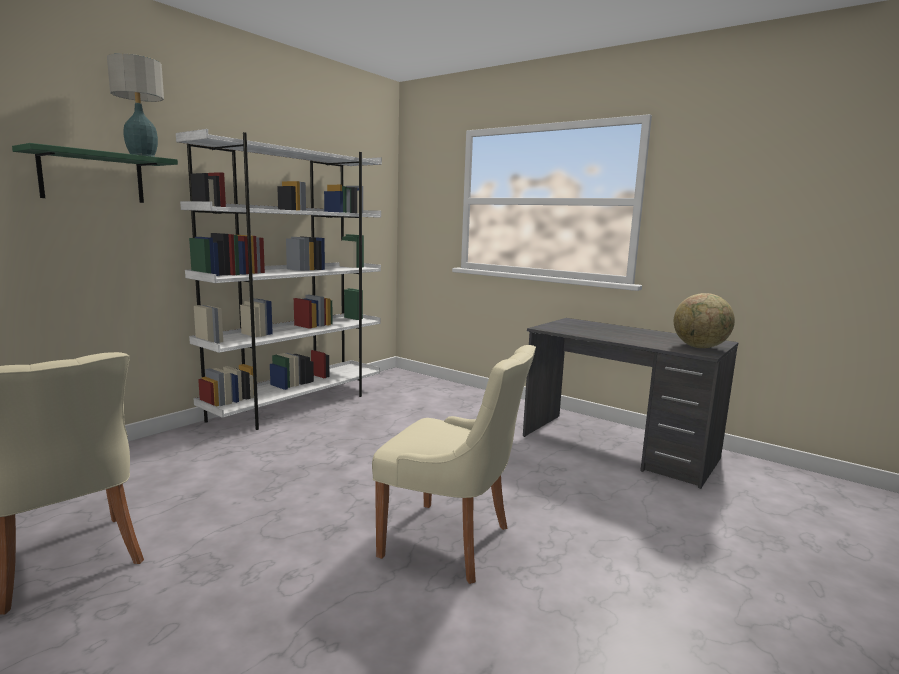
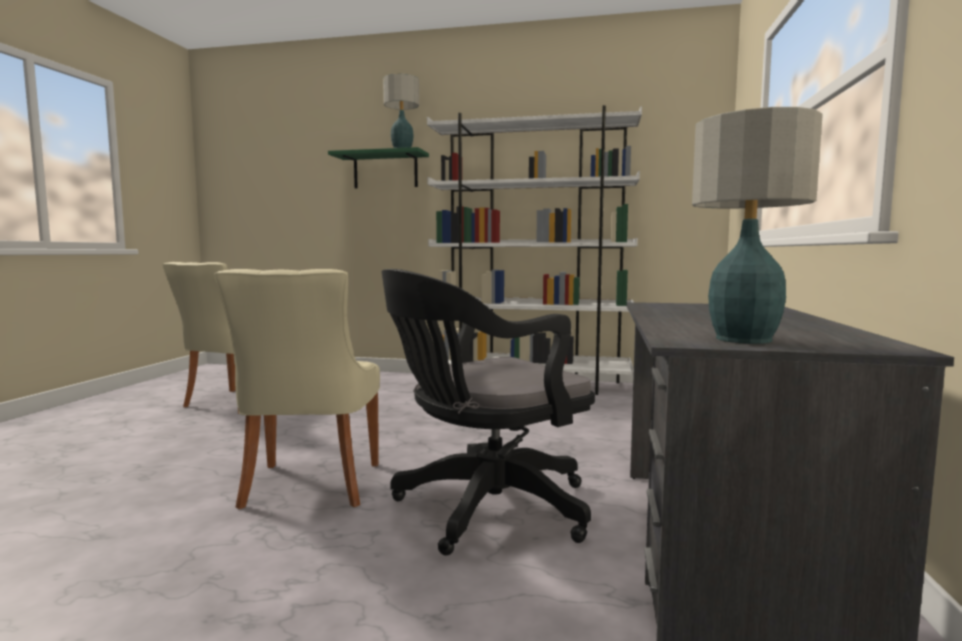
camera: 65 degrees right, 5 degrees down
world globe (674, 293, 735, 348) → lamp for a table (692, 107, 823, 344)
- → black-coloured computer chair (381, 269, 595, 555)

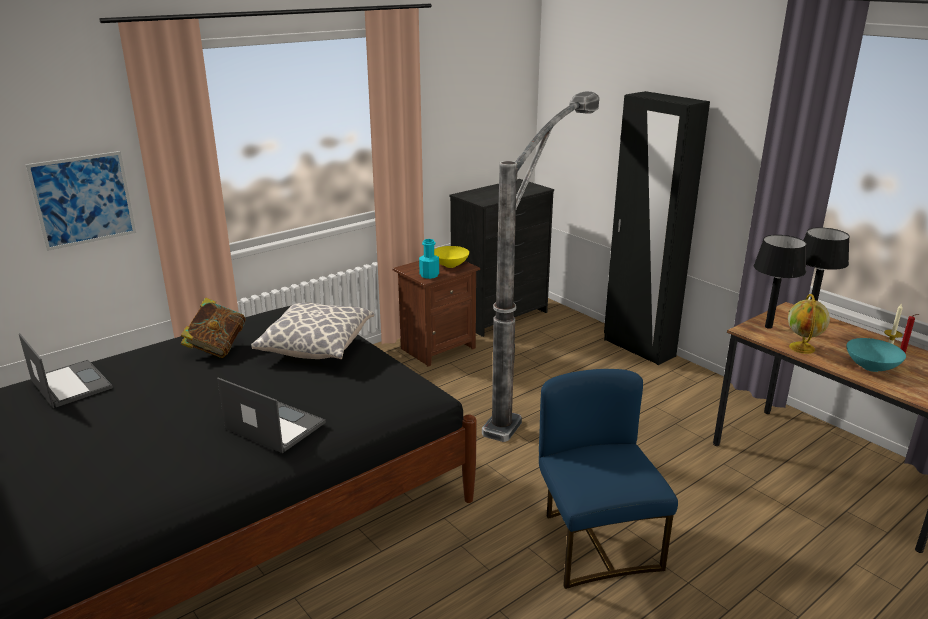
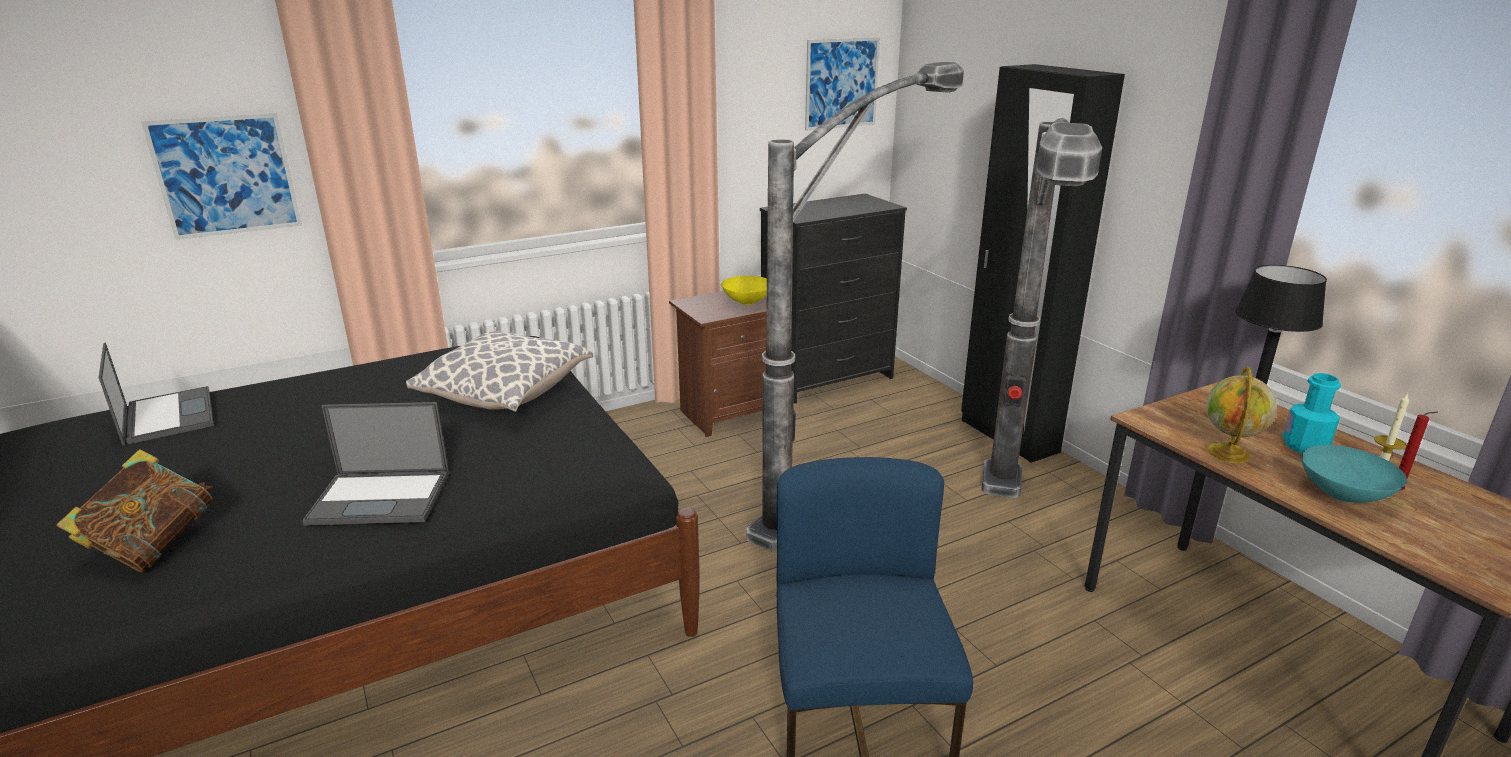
camera: 10 degrees right, 0 degrees up
black-coloured lamp for a table (754, 235, 806, 329) → -
blue-green drink bottle (419, 239, 439, 279) → blue-green drink bottle (1282, 373, 1341, 453), shifted
volume (181, 298, 246, 358) → volume (57, 449, 213, 573), shifted
portable computer (217, 378, 326, 453) → portable computer (302, 402, 449, 526), 135 degrees clockwise
- → wall art (805, 37, 880, 131)
- → floor lamp (982, 118, 1102, 498)

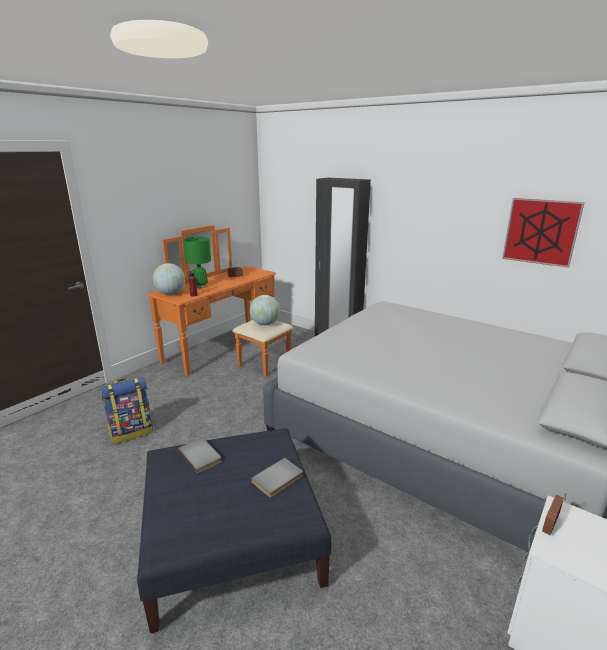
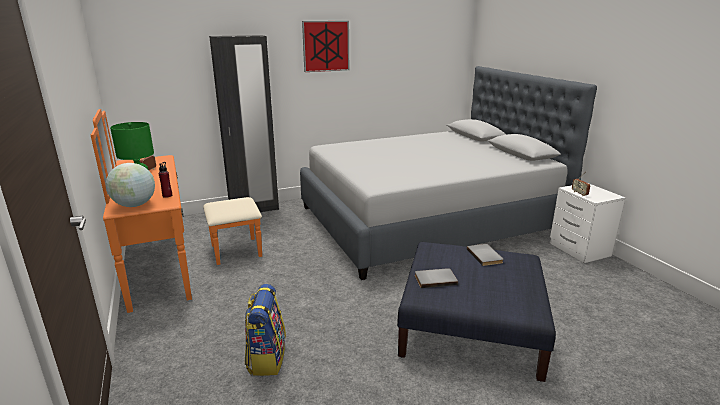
camera: 60 degrees left, 0 degrees up
wall art (502, 198, 585, 268) → wall art (302, 21, 349, 72), shifted
world globe (250, 295, 280, 325) → -

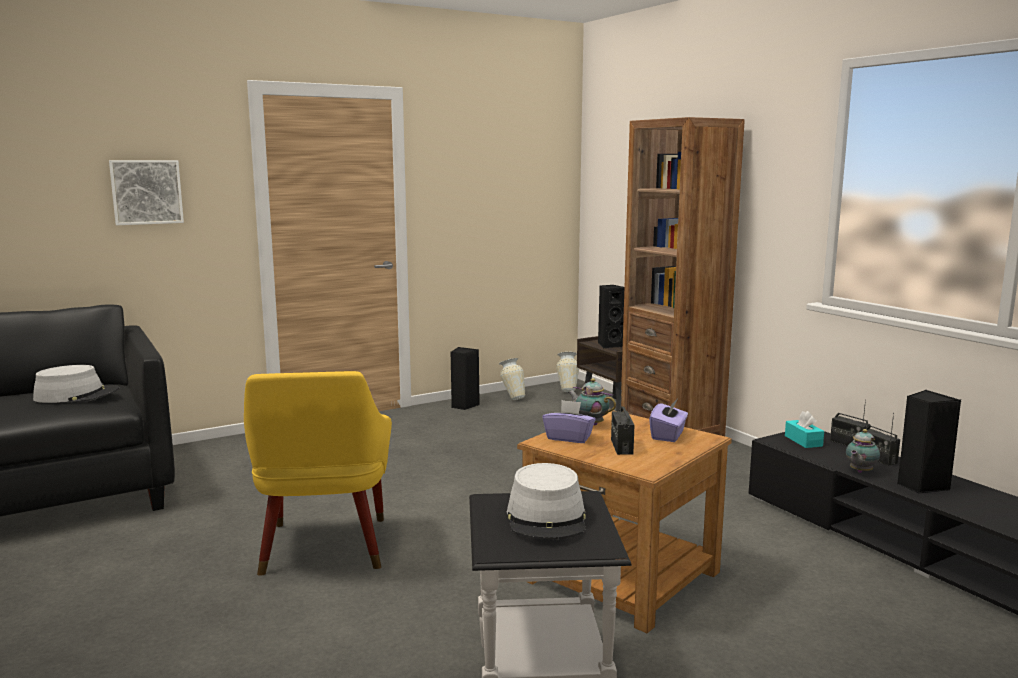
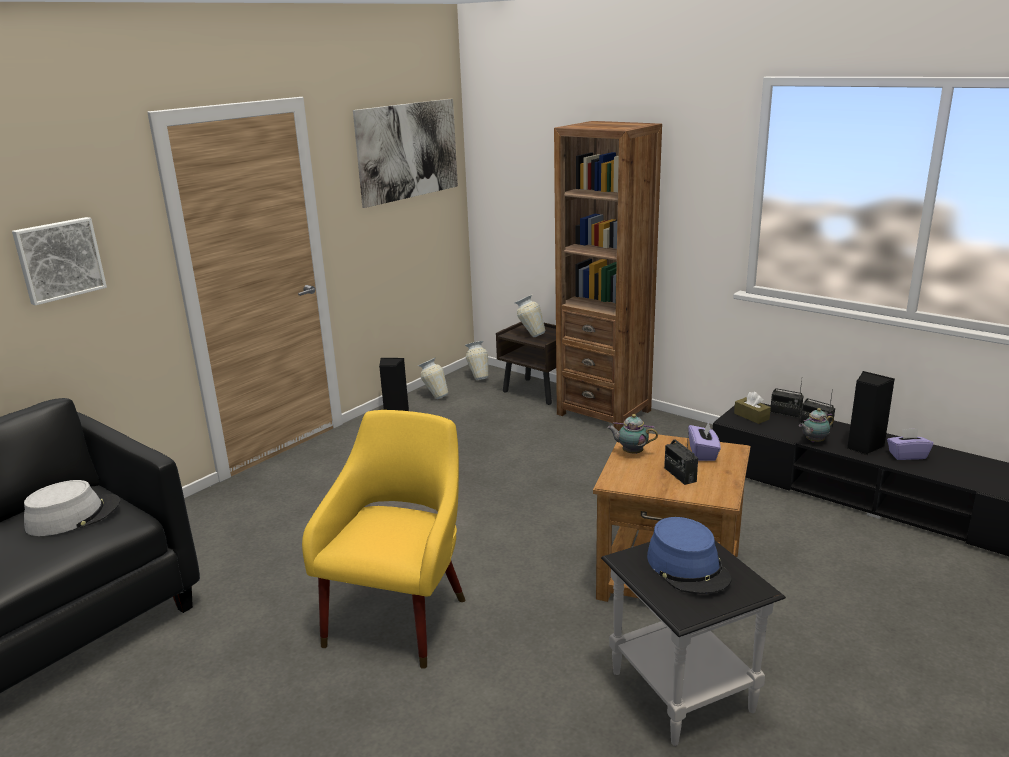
camera: 20 degrees left, 10 degrees up
black-coloured speaker (598, 285, 624, 348) → vase (515, 295, 545, 337)
yellow easy chair (244, 371, 392, 576) → yellow easy chair (302, 410, 466, 669), 135 degrees counterclockwise
purplish tissue box (542, 400, 596, 443) → purplish tissue box (887, 428, 933, 460), shifted
blue-green tissue box (785, 411, 824, 448) → brown-coloured tissue box (734, 392, 771, 424)
tea pot (846, 429, 880, 473) → tea pot (799, 408, 834, 442), 45 degrees clockwise
greyish wearable hat (506, 463, 586, 539) → blue-coloured wearable hat (647, 517, 732, 594)
- → wall art (353, 99, 458, 208)

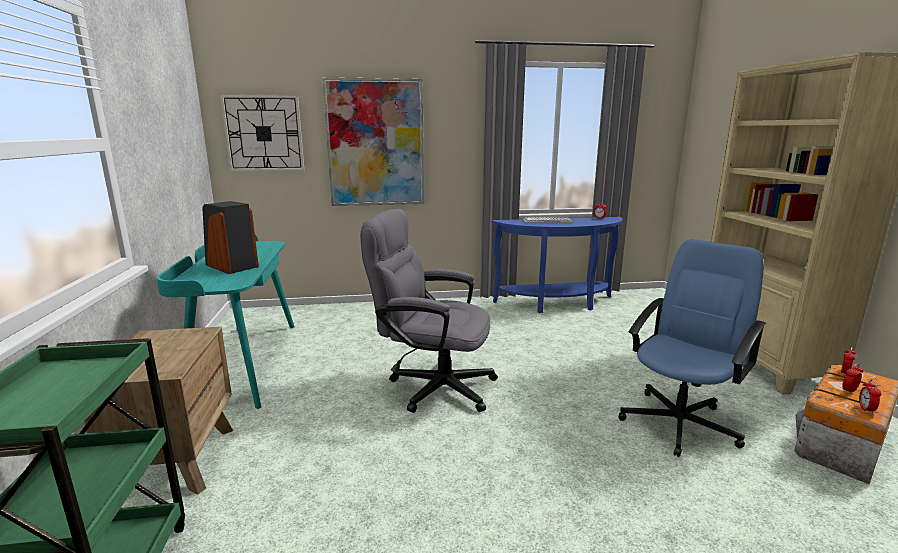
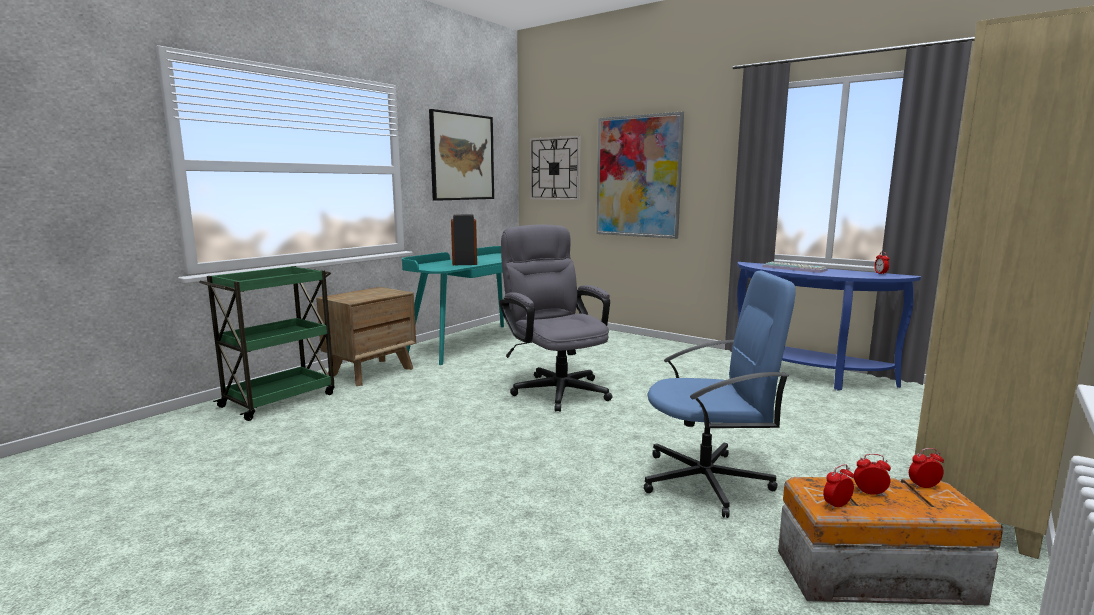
camera: 45 degrees right, 5 degrees down
- → wall art (429, 109, 494, 201)

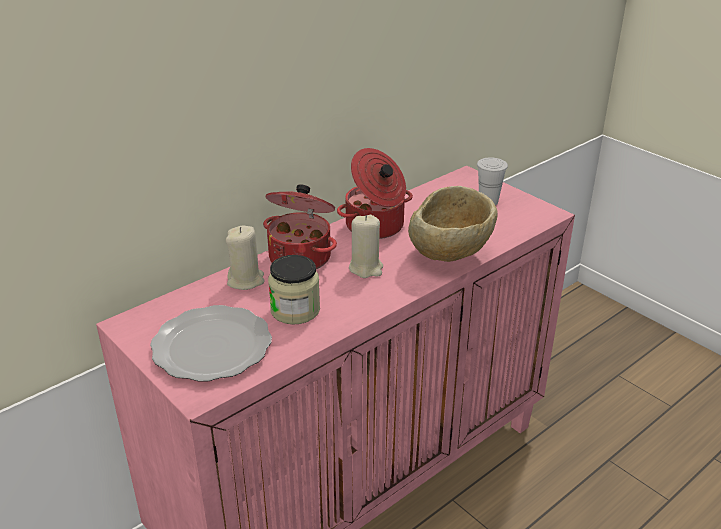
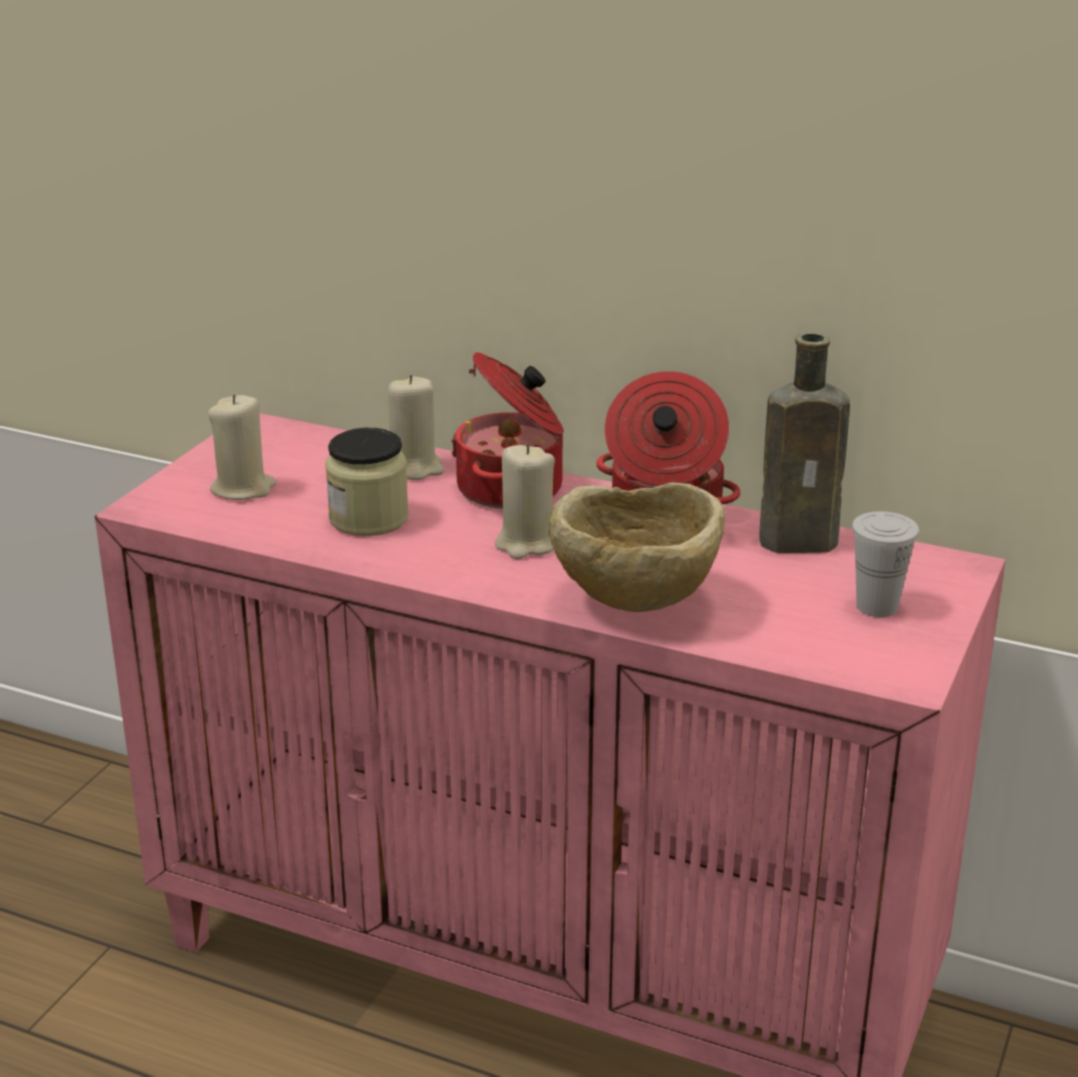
camera: 65 degrees right, 5 degrees down
dinner plate (150, 305, 272, 382) → sand-coloured candle (208, 394, 276, 500)
- → brown-coloured drink bottle (759, 332, 850, 553)

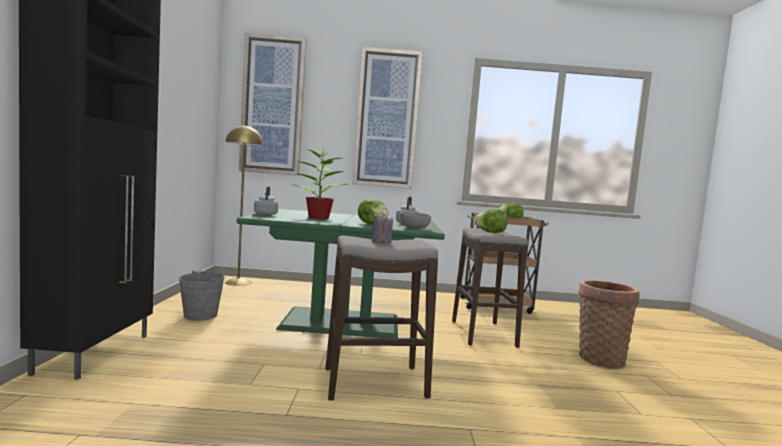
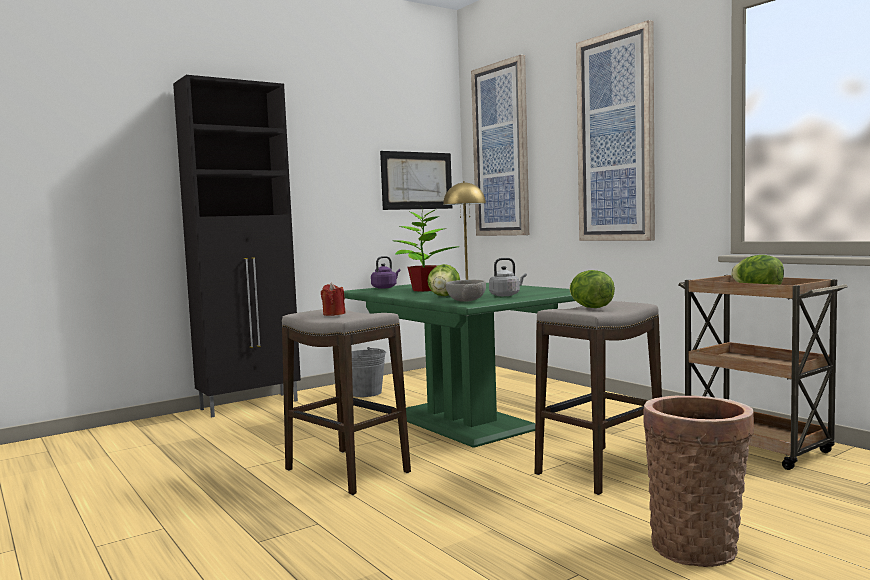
camera: 55 degrees right, 0 degrees up
greyish kettle (254, 186, 278, 216) → purplish kettle (371, 256, 400, 289)
greyish candle (372, 213, 393, 244) → red candle (321, 283, 346, 316)
- → wall art (380, 151, 452, 210)

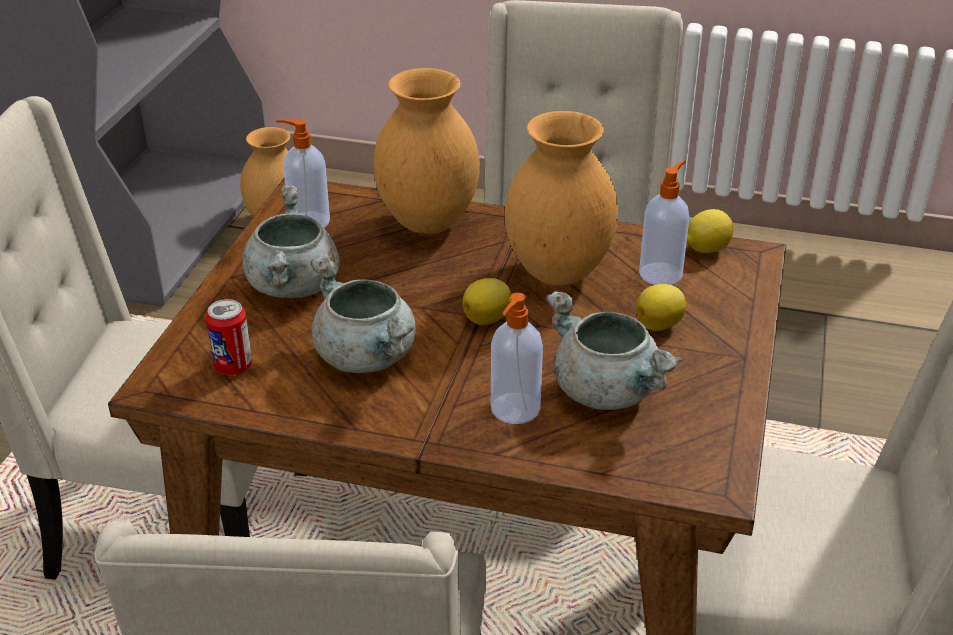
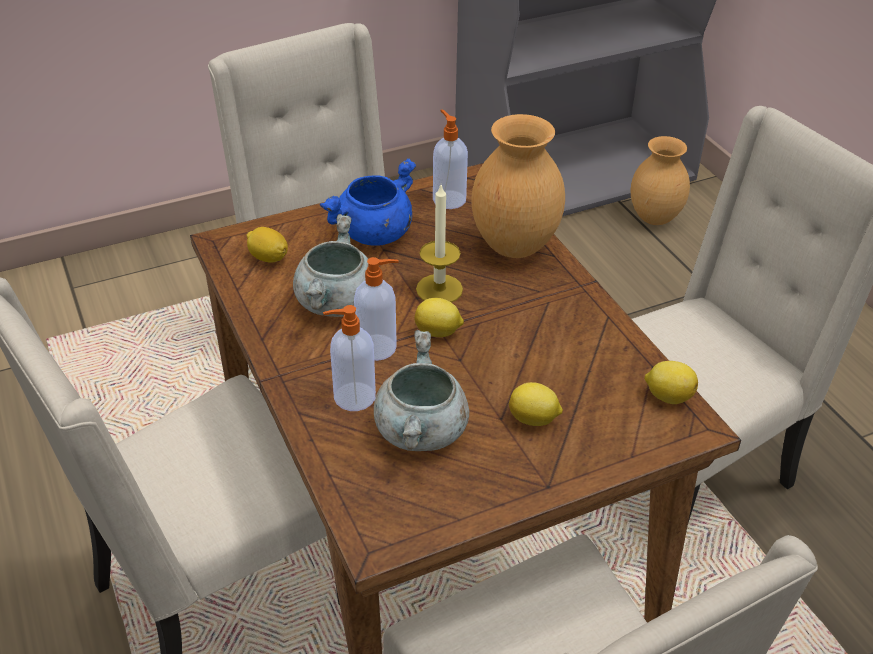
camera: 50 degrees right, 5 degrees up
brown-coloured vase (505, 111, 618, 286) → -
liquid soap bottle (639, 160, 689, 285) → liquid soap bottle (354, 257, 399, 361), shifted
greyish cooking pot (243, 185, 340, 298) → blue-coloured cooking pot (320, 158, 416, 245)
metal can (206, 299, 252, 375) → lemon (246, 227, 288, 262)
- → candle (416, 185, 463, 302)

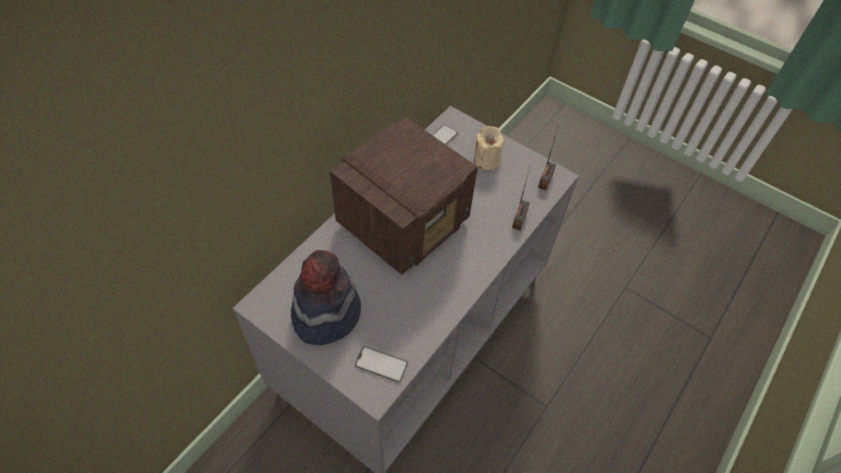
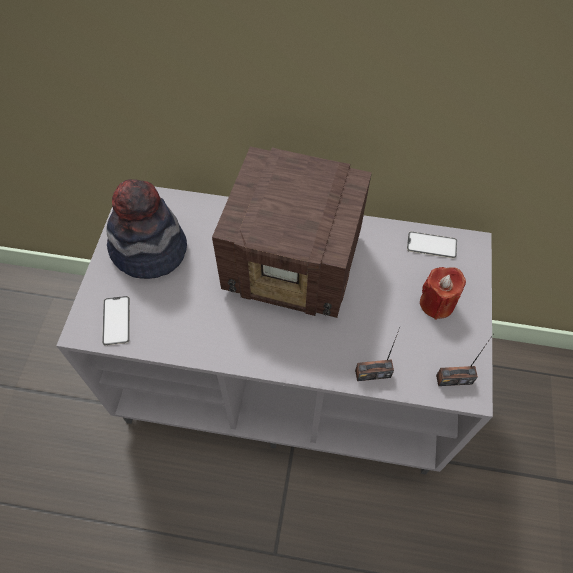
camera: 65 degrees right, 5 degrees up
sand-coloured candle (474, 126, 504, 170) → red candle (420, 267, 466, 320)

